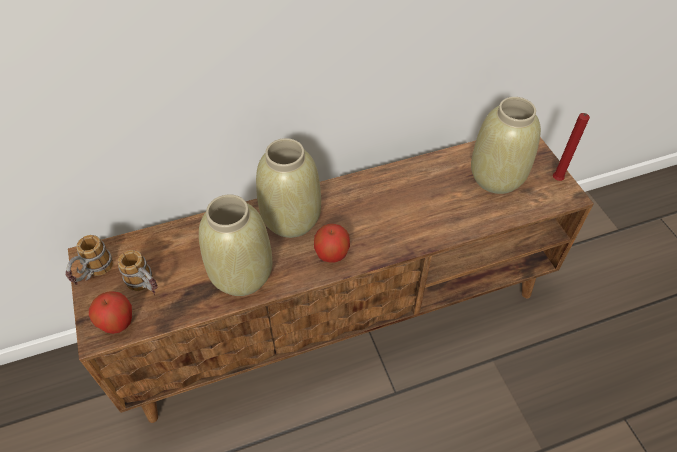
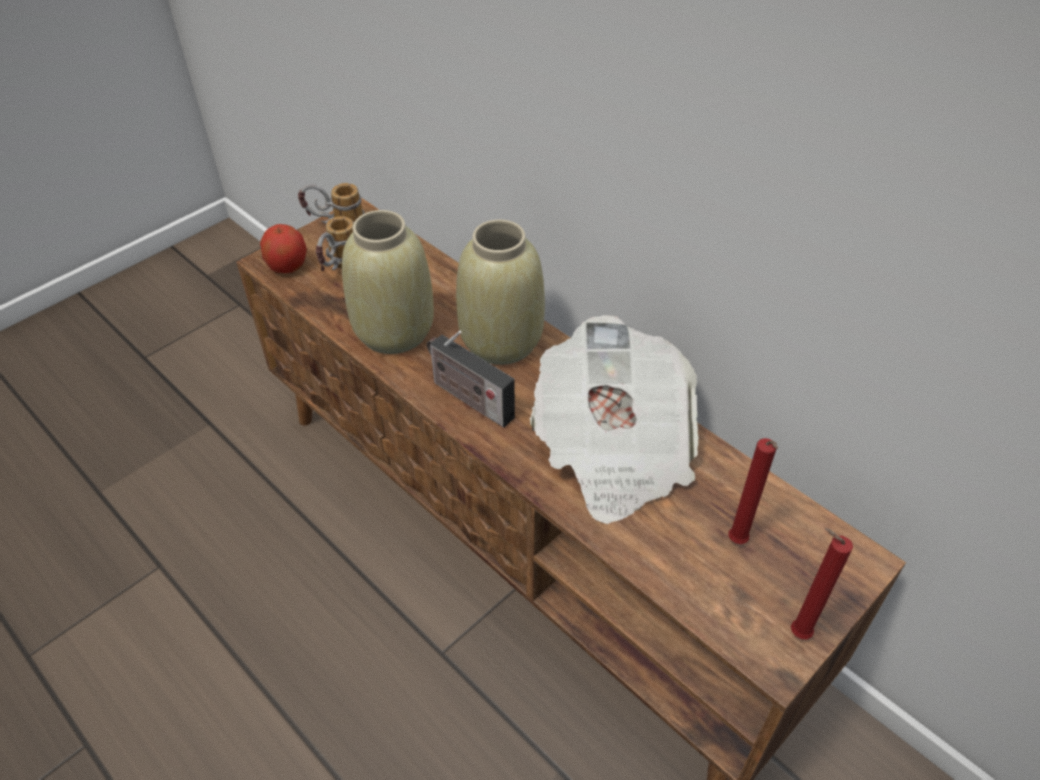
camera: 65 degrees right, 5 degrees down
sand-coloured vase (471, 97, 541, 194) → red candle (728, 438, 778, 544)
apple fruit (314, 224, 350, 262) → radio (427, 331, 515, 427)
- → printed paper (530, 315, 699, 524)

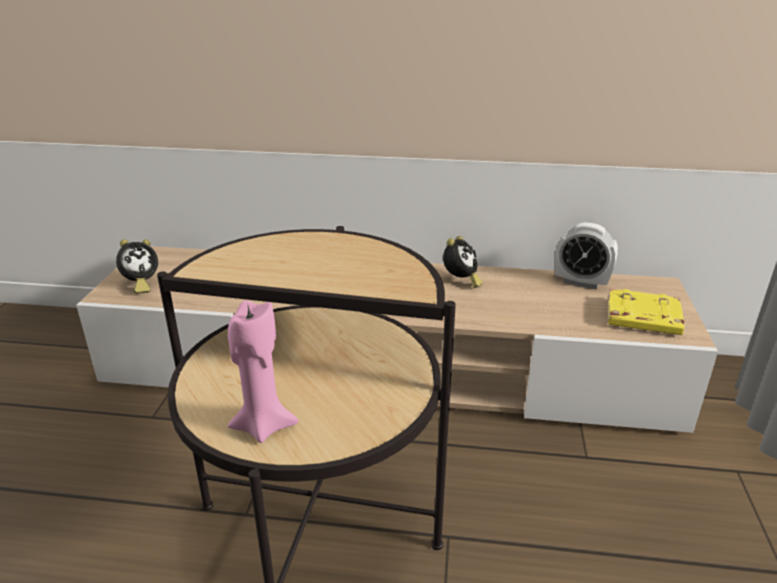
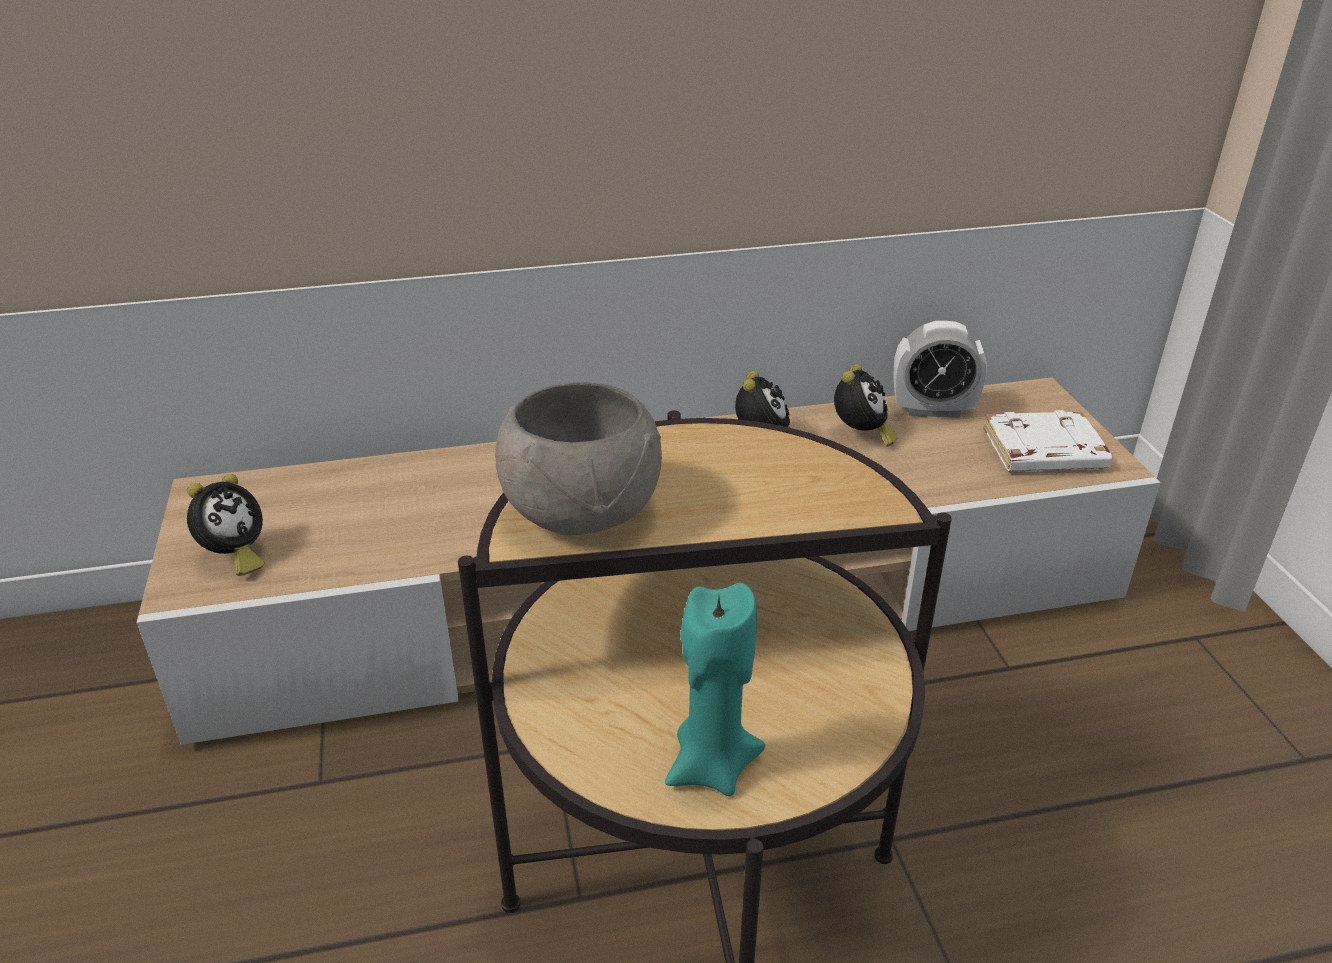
camera: 20 degrees left, 5 degrees up
yellow volume (608, 288, 684, 335) → white-coloured volume (983, 410, 1112, 472)
pinkish candle (228, 300, 299, 443) → blue-green candle (665, 583, 765, 796)
- → bedside clock (834, 364, 897, 447)
- → greyish deep dish (495, 382, 662, 535)

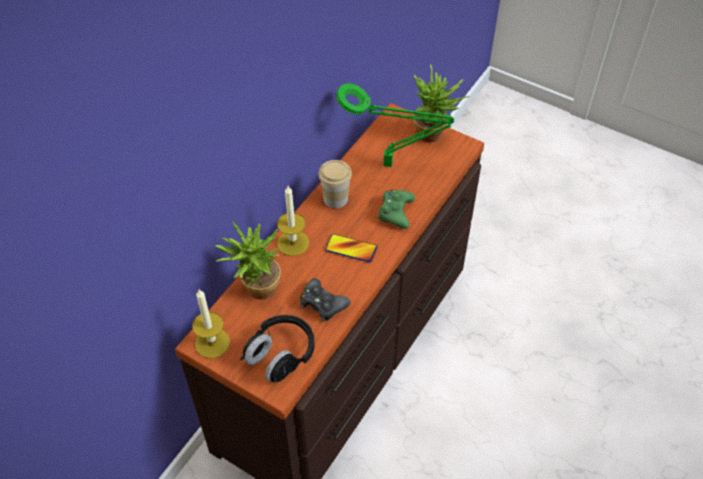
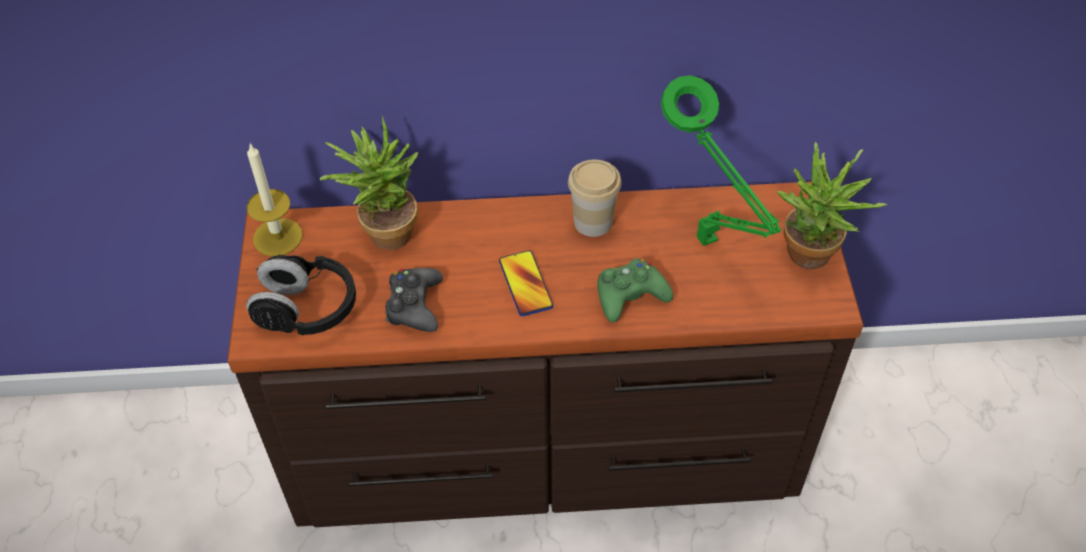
camera: 55 degrees right, 0 degrees up
candle (277, 186, 309, 256) → -

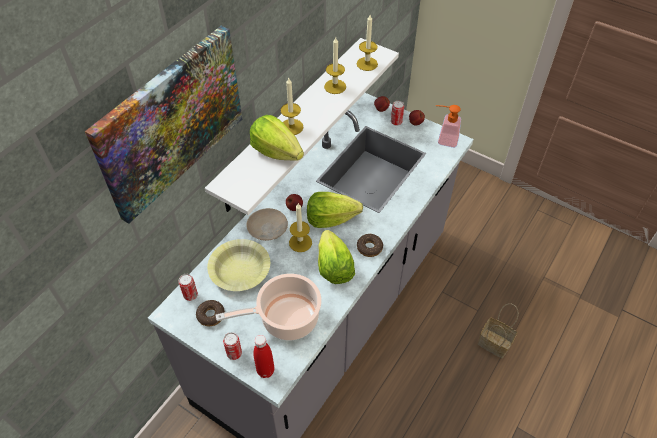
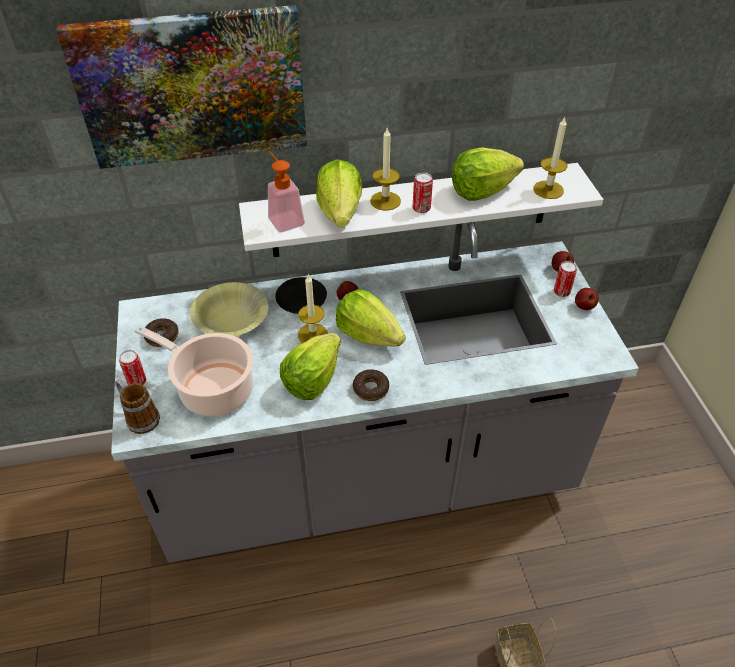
camera: 45 degrees right, 5 degrees down
candle (324, 37, 346, 94) → lettuce head (452, 148, 524, 201)
liquid soap bottle (436, 105, 461, 148) → liquid soap bottle (268, 151, 305, 232), shifted
sand-coloured dinner plate (246, 208, 288, 241) → black-coloured dinner plate (275, 277, 327, 314)
metal can (178, 274, 198, 301) → metal can (413, 172, 433, 213), shifted
red drink bottle (253, 335, 274, 378) → mug (115, 378, 160, 434)

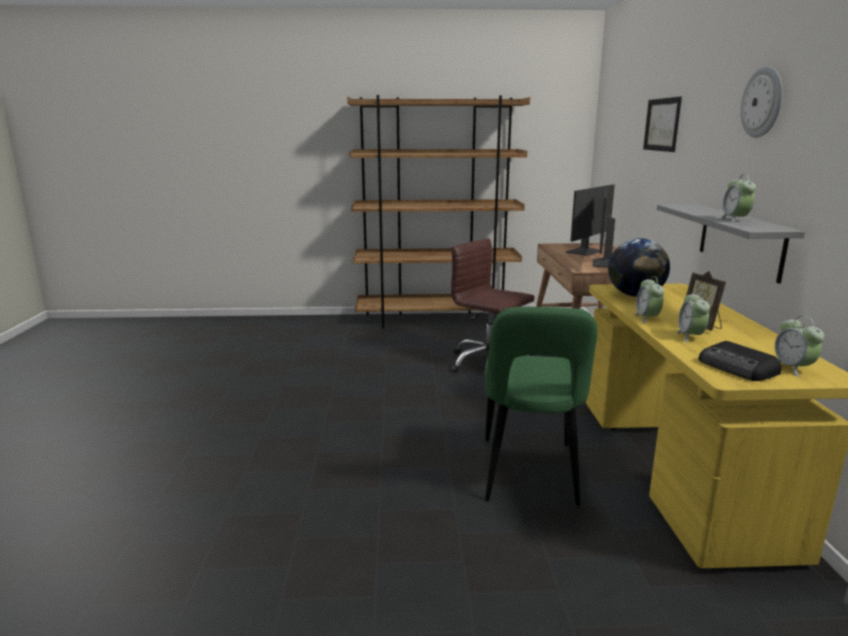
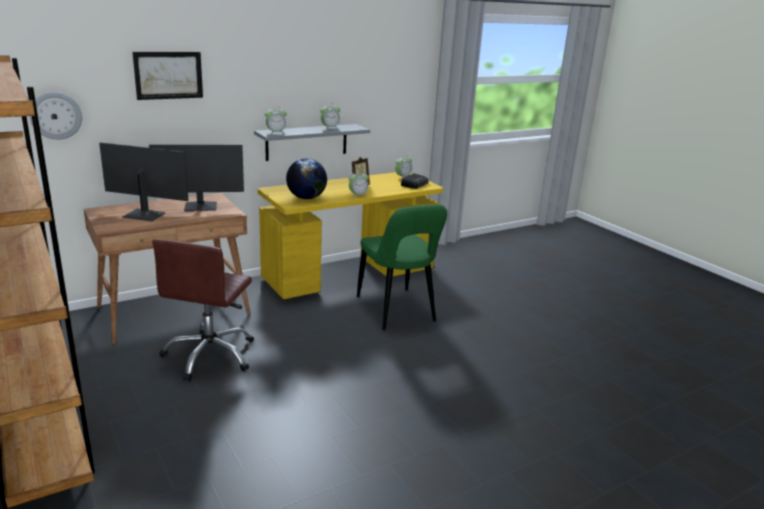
camera: 120 degrees left, 5 degrees up
clock on the wall (741, 66, 783, 138) → clock on the wall (29, 92, 82, 140), shifted
bedside clock (676, 291, 710, 343) → bedside clock (265, 106, 287, 135), shifted
green plain chair (484, 307, 598, 506) → green plain chair (357, 204, 447, 330), 90 degrees clockwise

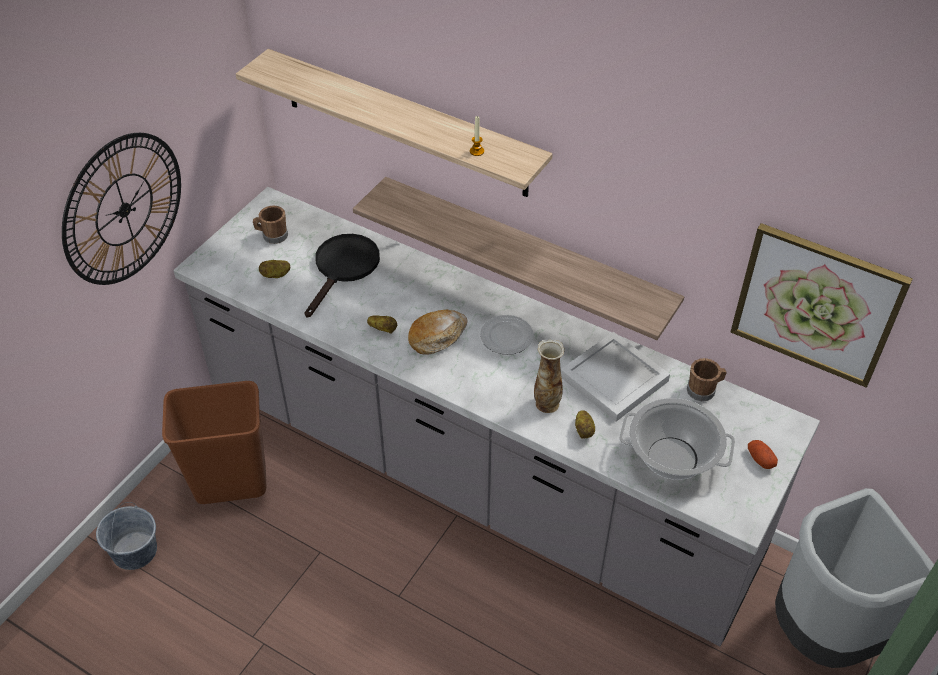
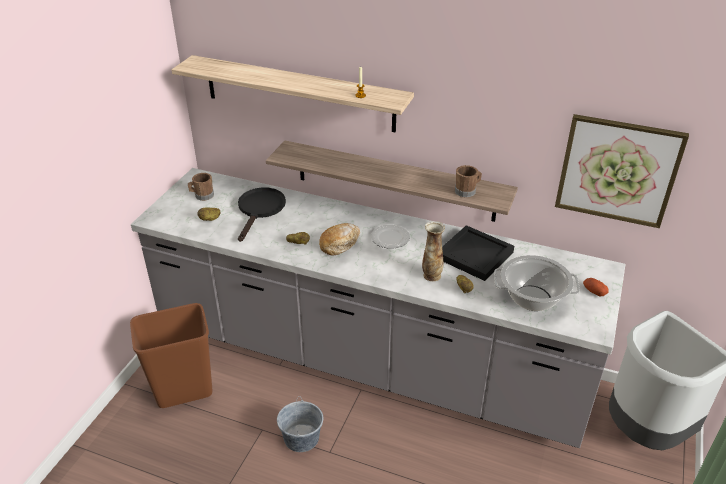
camera: 10 degrees left, 10 degrees down
clock on the wall (62, 133, 181, 285) → -
white-coloured carrying tray (561, 332, 670, 422) → black-coloured carrying tray (442, 225, 514, 281)
brown-coloured mug (687, 358, 727, 401) → brown-coloured mug (455, 165, 482, 197), shifted
greyish bucket (96, 502, 157, 570) → greyish bucket (277, 396, 323, 452), shifted

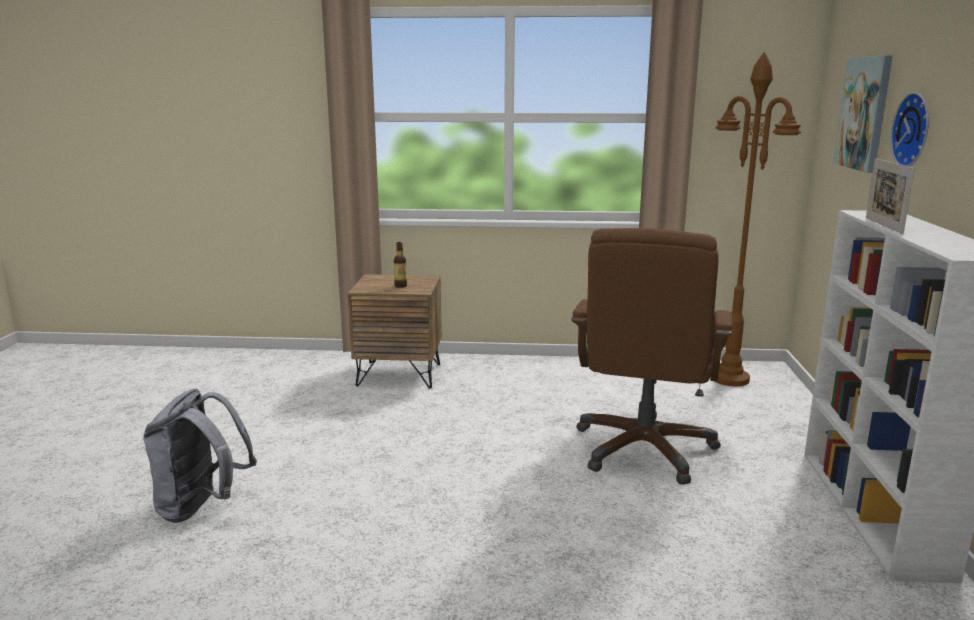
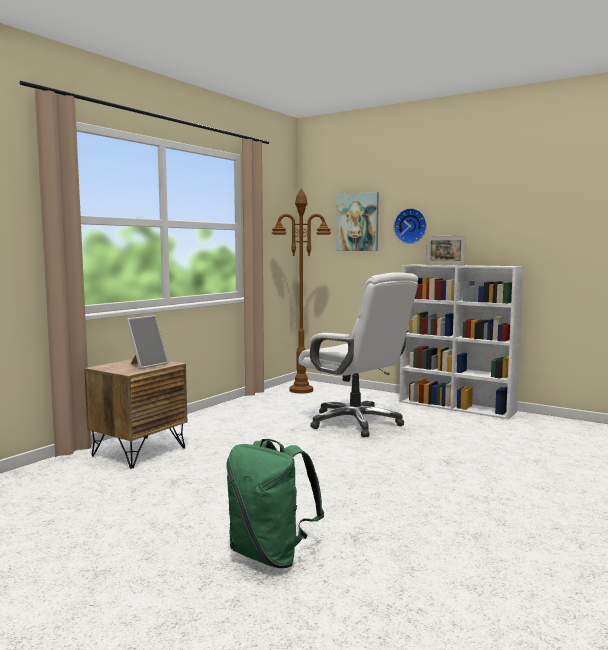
camera: 60 degrees left, 10 degrees down
brown-coloured computer chair (571, 228, 732, 485) → white-coloured computer chair (299, 272, 418, 437)
drink bottle (394, 242, 407, 288) → standing frame (126, 315, 169, 369)
greyish rucksack (143, 389, 257, 523) → green rucksack (227, 439, 324, 568)

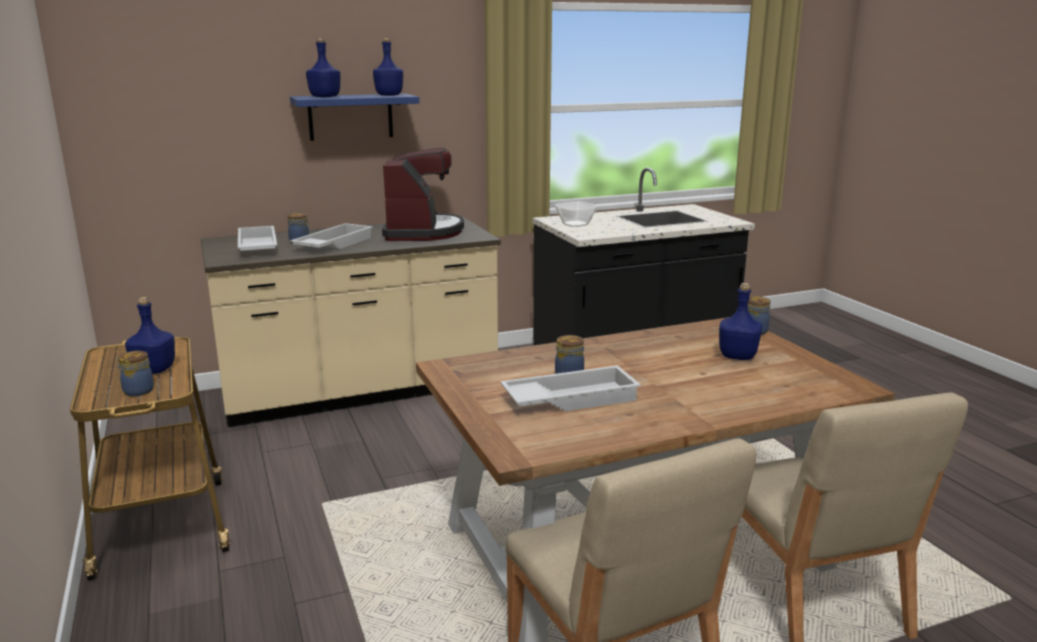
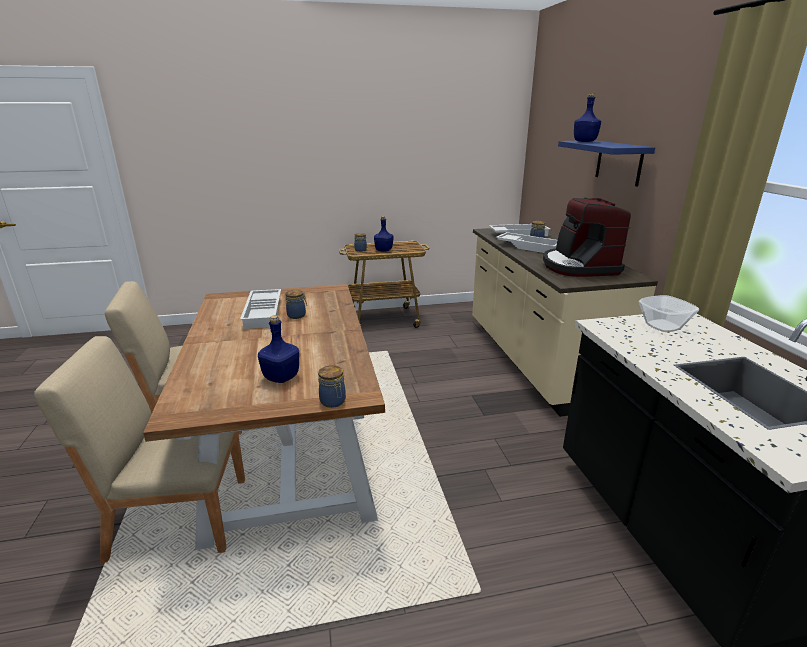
camera: 100 degrees right, 5 degrees up
blue-coloured drink bottle (373, 37, 403, 96) → -
coffee brewer (382, 148, 464, 241) → coffee brewer (543, 198, 631, 277), 75 degrees clockwise

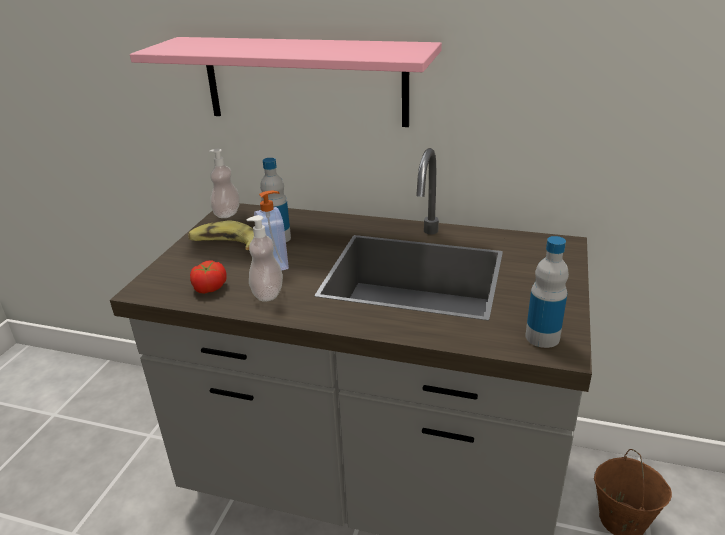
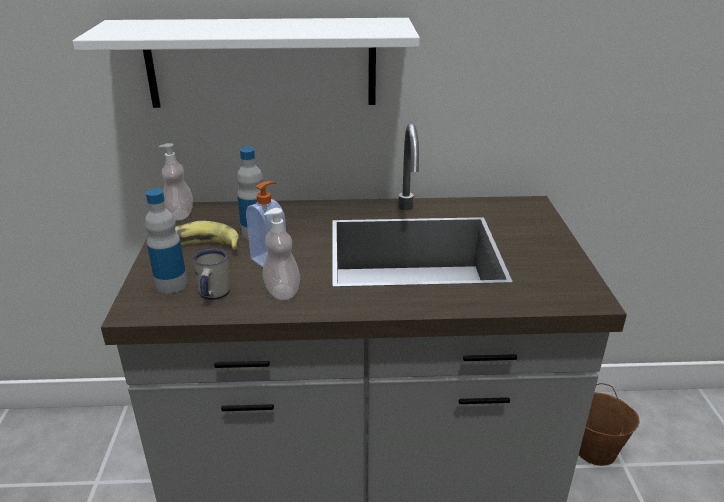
camera: 20 degrees left, 0 degrees up
pinkish shelf (130, 37, 442, 127) → white-coloured shelf (72, 18, 420, 108)
drink bottle (525, 236, 569, 348) → drink bottle (145, 188, 187, 293), shifted
tomato (190, 260, 226, 294) → white-coloured mug (193, 248, 230, 300)

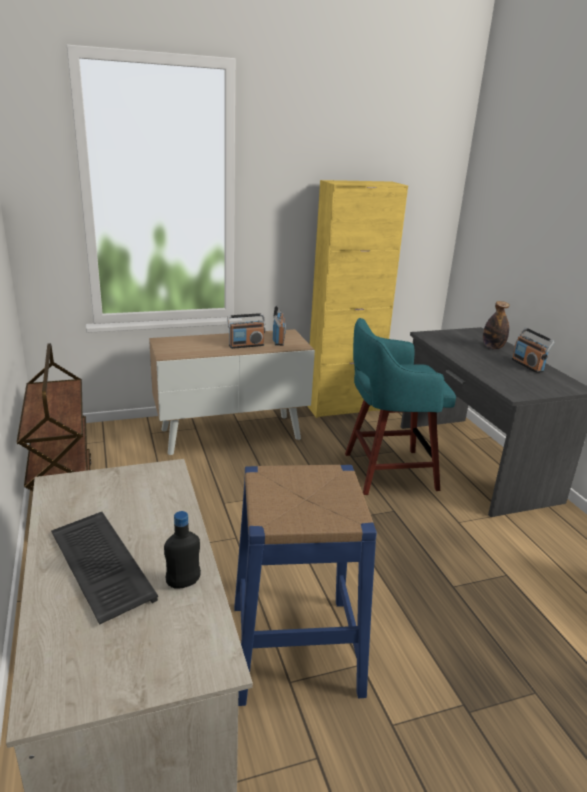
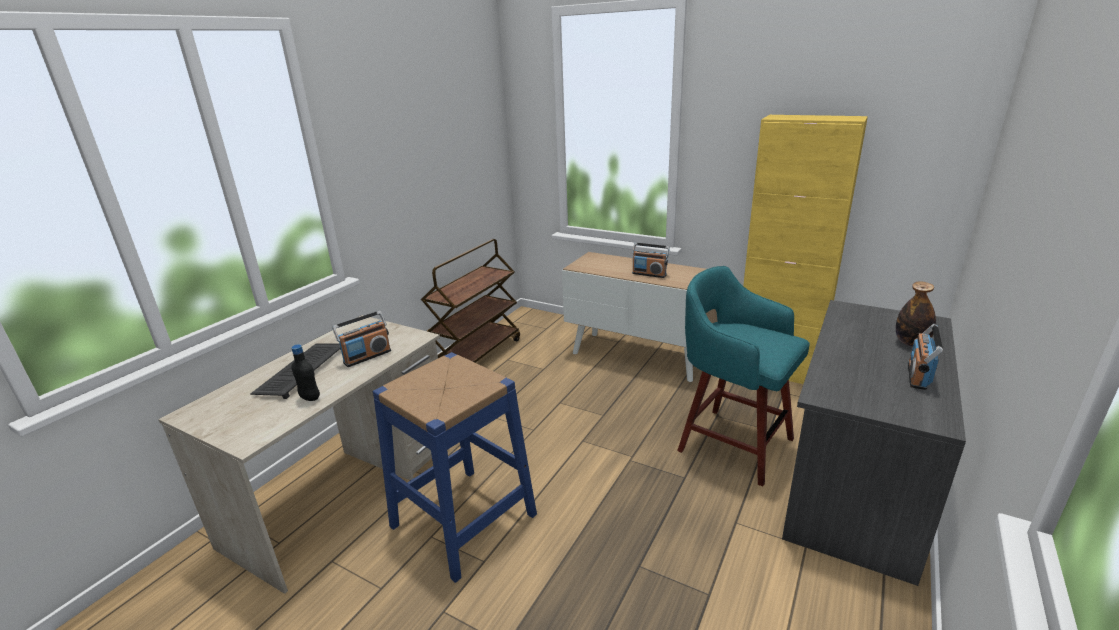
camera: 50 degrees right, 0 degrees up
radio (273, 306, 286, 346) → radio (332, 311, 391, 367), shifted

